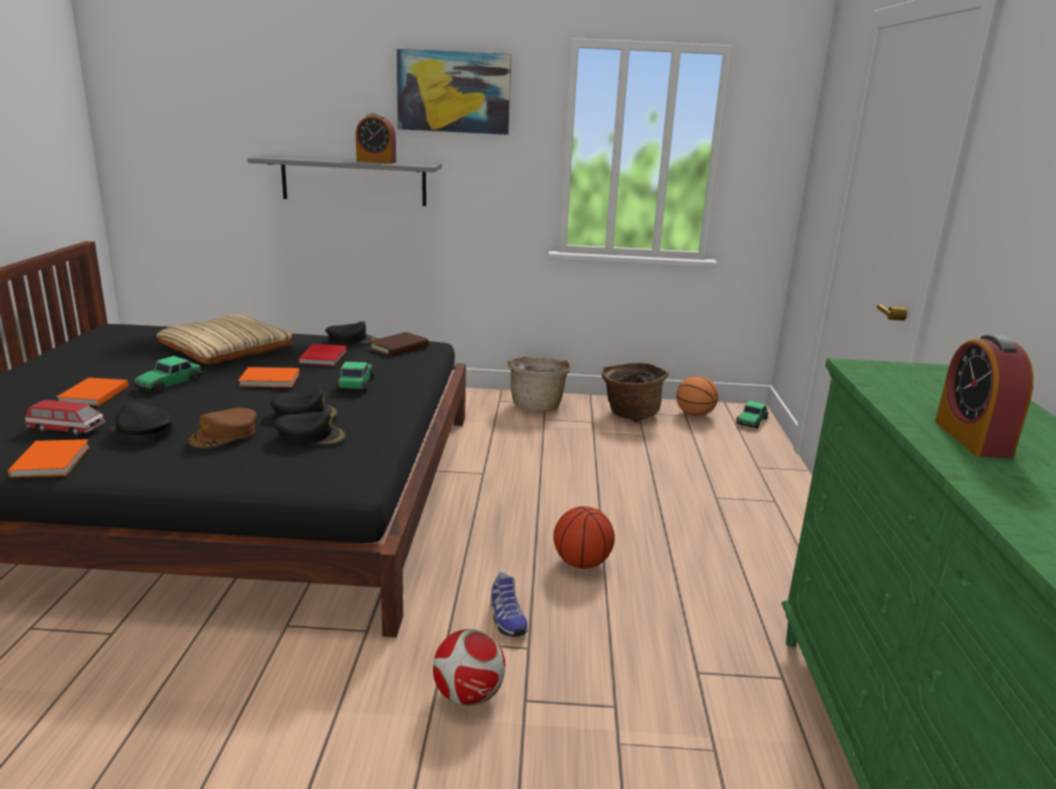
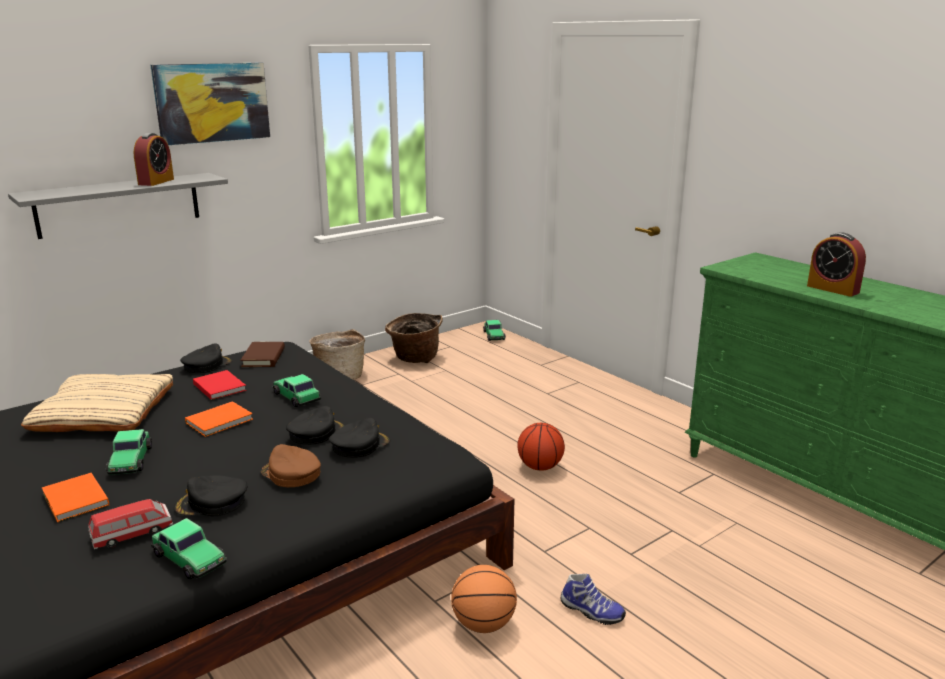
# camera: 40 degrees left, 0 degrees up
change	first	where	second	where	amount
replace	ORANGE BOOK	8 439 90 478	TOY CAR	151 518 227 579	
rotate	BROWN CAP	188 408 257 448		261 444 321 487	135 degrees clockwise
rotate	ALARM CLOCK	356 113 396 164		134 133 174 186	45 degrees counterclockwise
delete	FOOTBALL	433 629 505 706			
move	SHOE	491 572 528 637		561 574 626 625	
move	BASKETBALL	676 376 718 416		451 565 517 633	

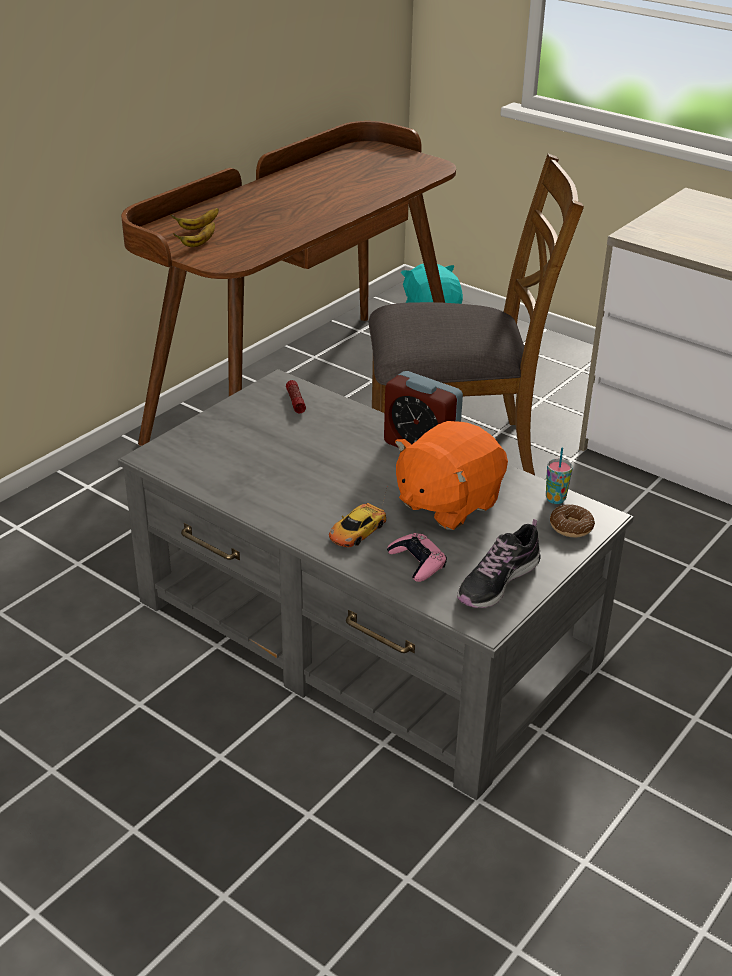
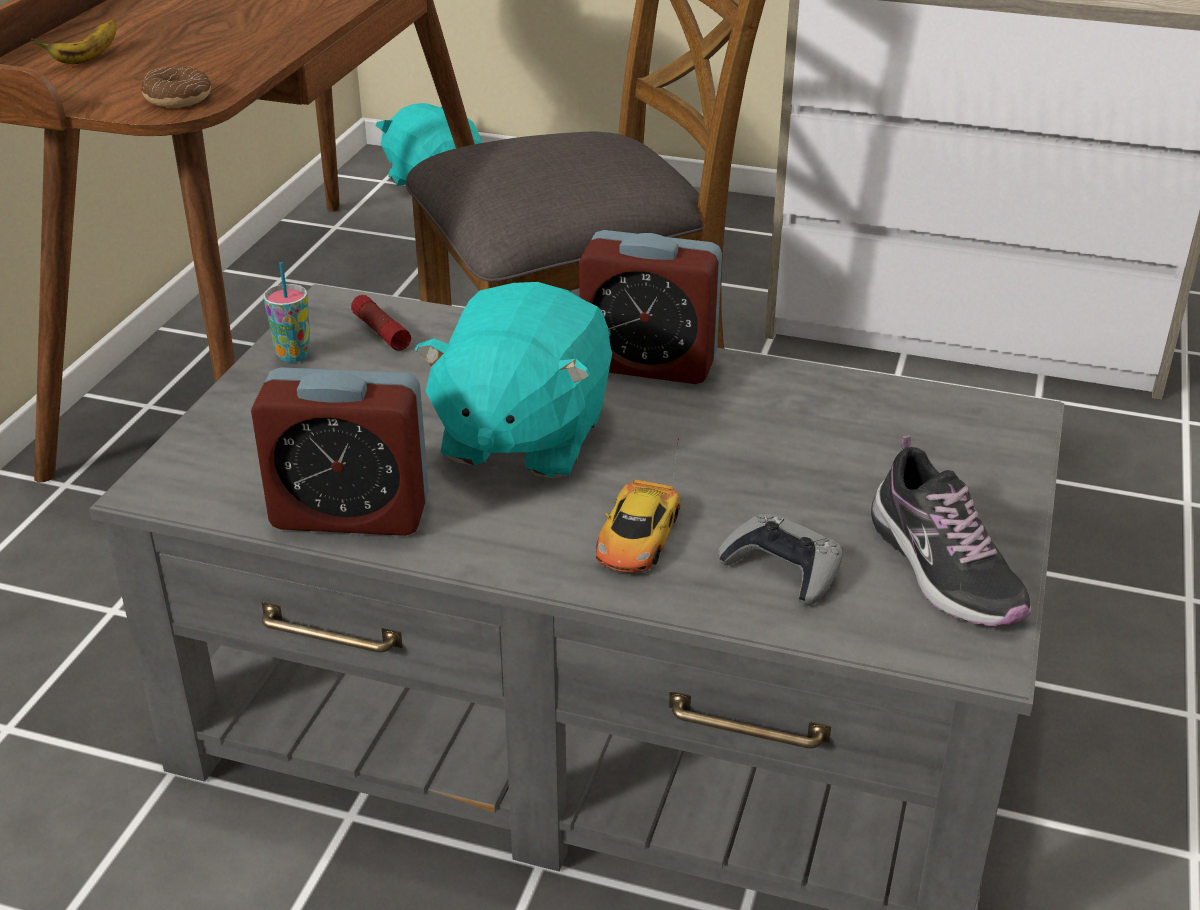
# camera: 20 degrees left, 0 degrees up
change	first	where	second	where	amount
delete	BANANA	173 222 215 247			
recolor	PINK GAME CONTROLLER	387 533 447 582	GREY GAME CONTROLLER	718 513 843 605	
delete	ORANGE PLUSH TOY	395 421 508 530			
rotate	SHOE	457 519 541 608		871 436 1031 626	45 degrees counterclockwise
move	CUP	546 448 573 504		264 262 311 362	
move	DONUT	550 504 595 537		141 66 212 107	
insert			ALARM CLOCK	251 367 429 536	
insert			TURQUOISE PLUSH TOY	415 282 612 478	

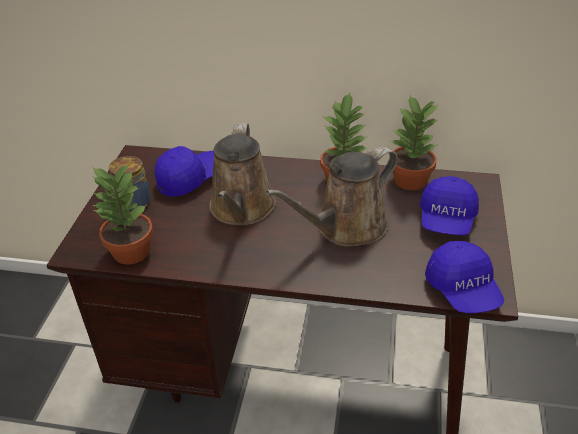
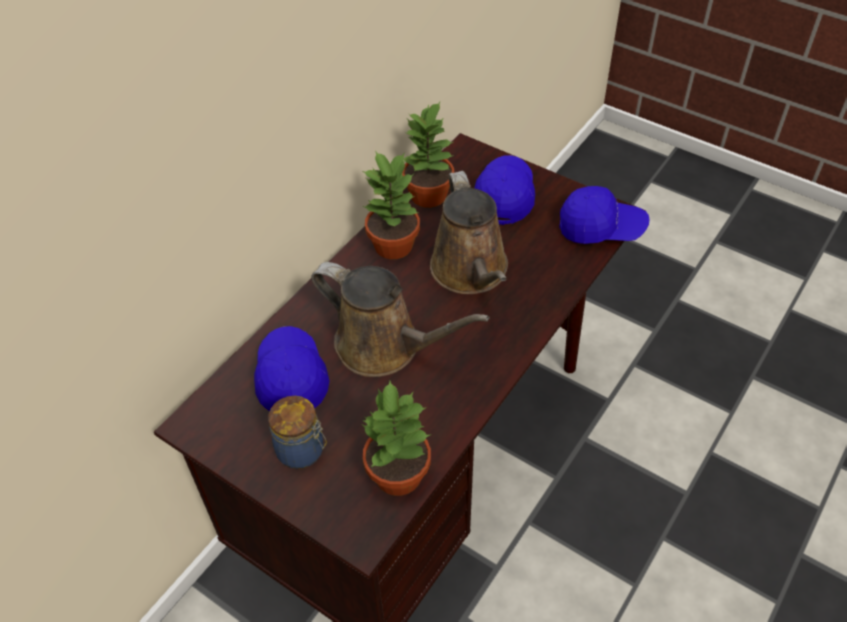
# camera: 65 degrees left, 10 degrees up
change	first	where	second	where	amount
rotate	BLUE CAP	420 176 479 235		474 155 535 225	120 degrees counterclockwise

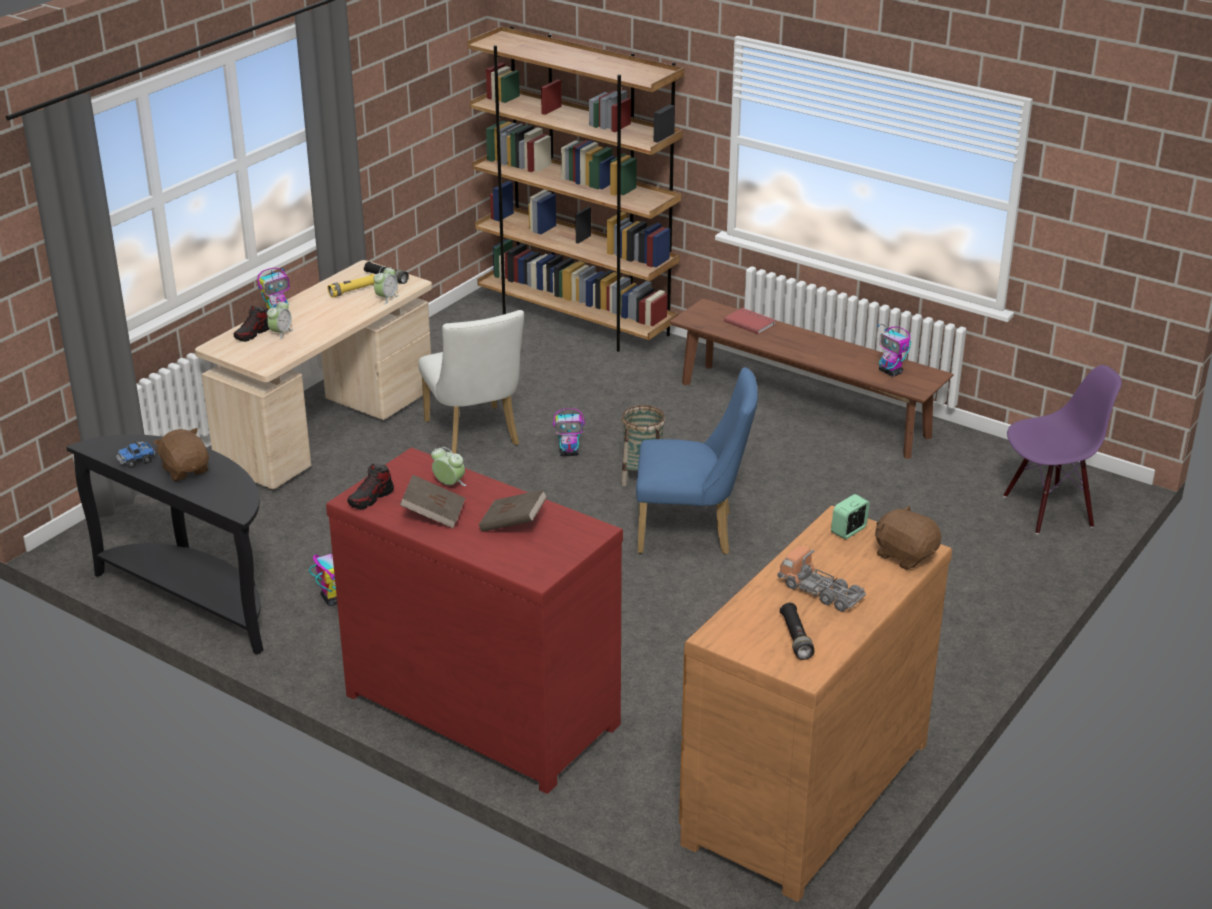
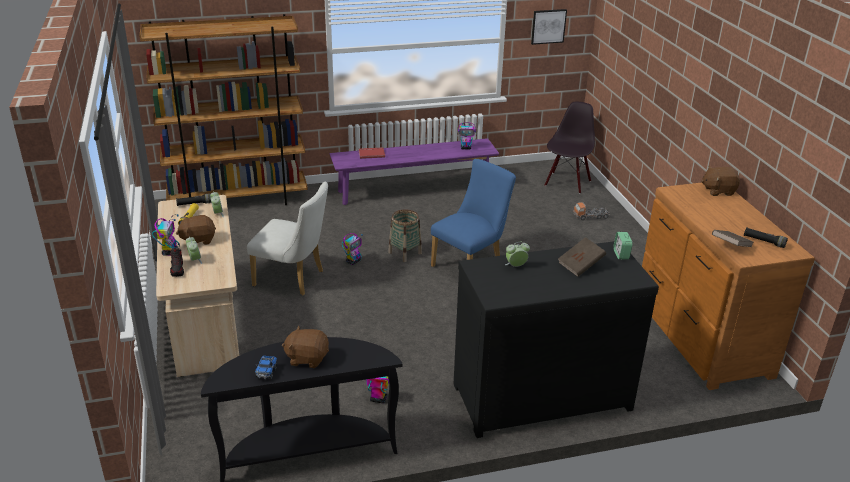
# camera: 50 degrees left, 0 degrees up
change	first	where	second	where	amount
recolor	RED DRESSER	326 447 623 794	BLACK DRESSER	454 241 659 438	
delete	SHOE	347 464 394 509			
move	BROWN BOOK	400 475 465 528		712 230 753 247	
recolor	BROWN BENCH	670 298 954 459	PURPLE BENCH	329 138 499 205	
move	TOY TRUCK	777 545 866 612		573 202 610 220	
move	ALARM CLOCK	831 494 870 539		613 232 633 259	
recolor	PURPLE CHAIR	1003 365 1122 534	BLACK CHAIR	545 102 595 194	
insert			BROWN PLUSH TOY	176 215 216 245	
insert			PICTURE	531 9 567 45	

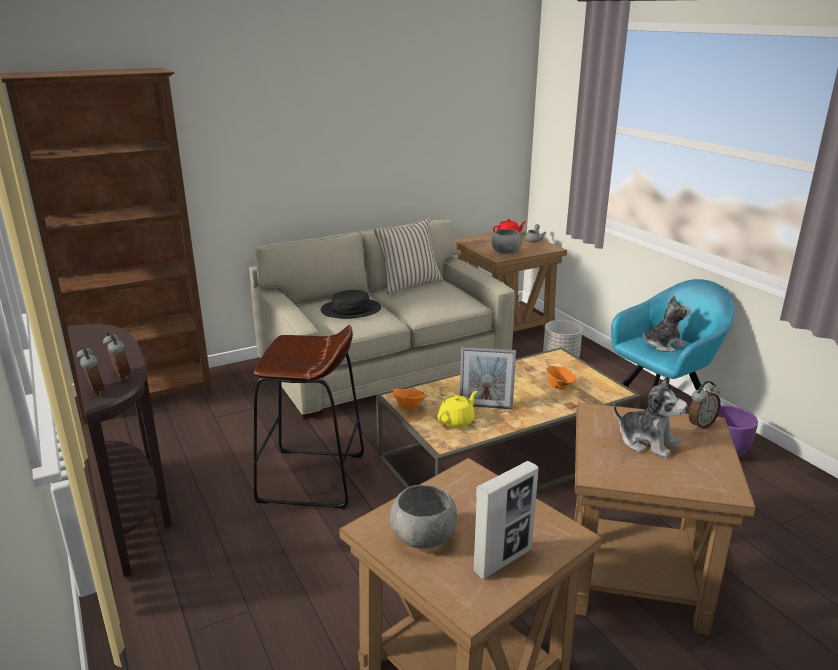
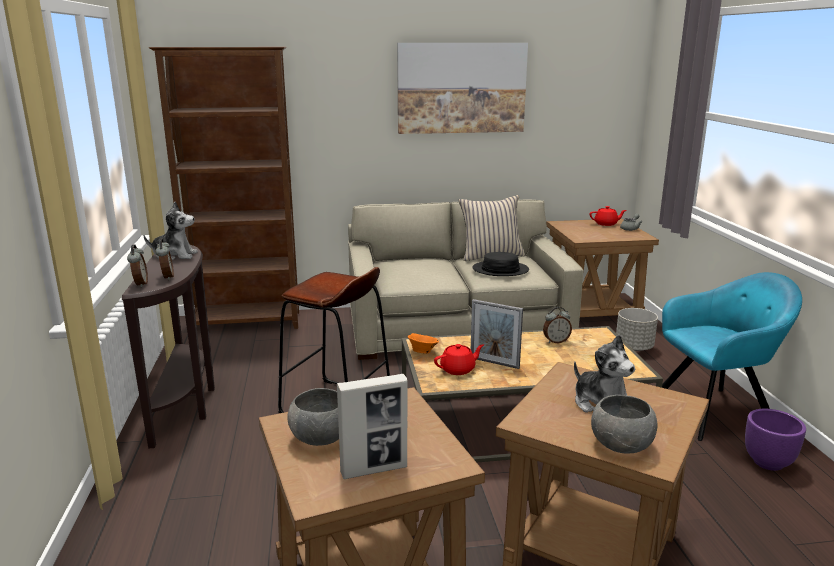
# camera: 20 degrees right, 5 degrees down
change	first	where	second	where	amount
move	BLACK HAT	321 290 381 319		472 252 529 276	
recolor	YELLOW TEAPOT	437 391 477 428	RED TEAPOT	434 344 484 375	
move	GREY BOWL	491 229 522 254		591 395 658 454	
delete	ORANGE BOWL	547 366 576 390			
move	PLUSH TOY	643 295 691 352		143 202 198 260	
move	ALARM CLOCK	689 381 721 429		543 307 572 343	
insert			PICTURE	397 43 528 134	

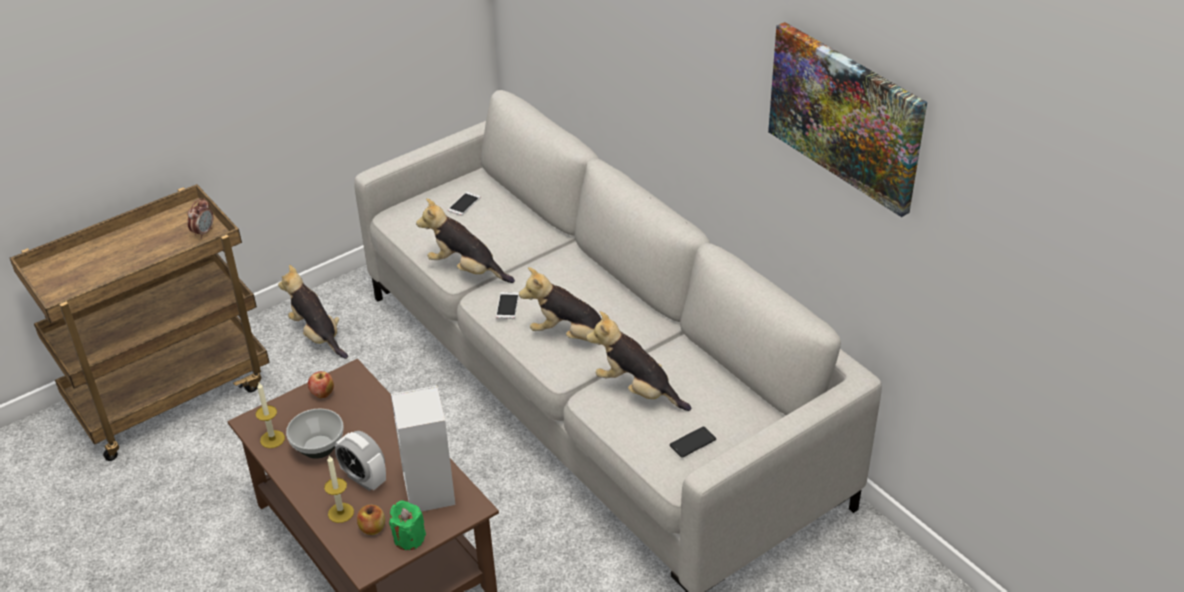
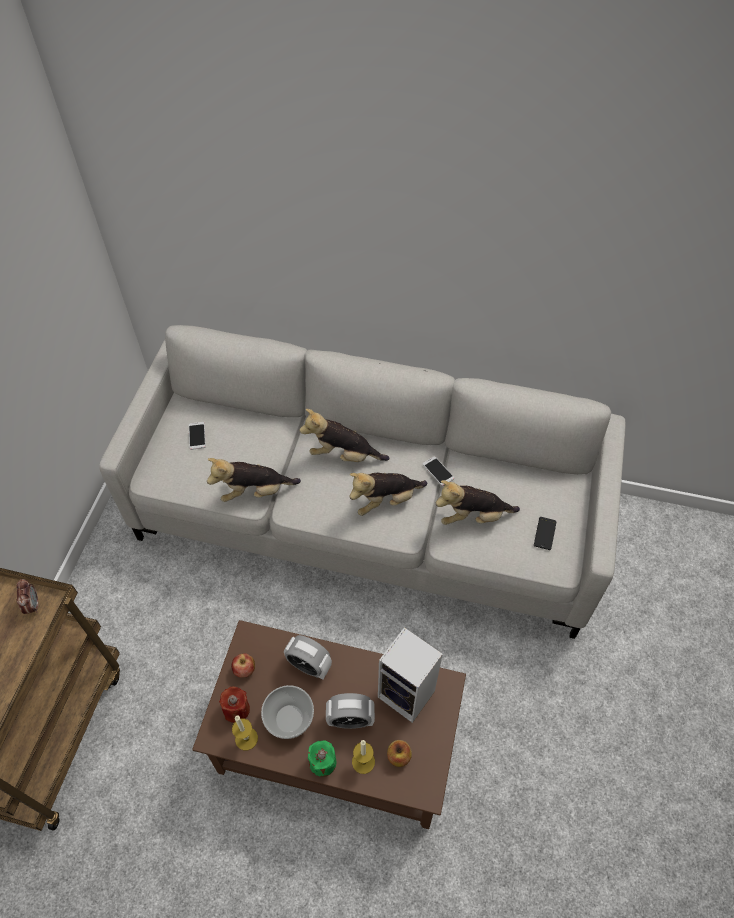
# camera: 40 degrees left, 15 degrees up
change	first	where	second	where	amount
move	PLUSH TOY	278 265 348 359		299 409 389 462	
move	GREEN CANDLE	389 500 426 550		307 741 336 777	
move	PHONE	496 292 519 319		423 456 454 486	
delete	PICTURE	768 22 927 217			
insert			RED CANDLE	219 686 250 723	
insert			ALARM CLOCK	284 635 332 679	

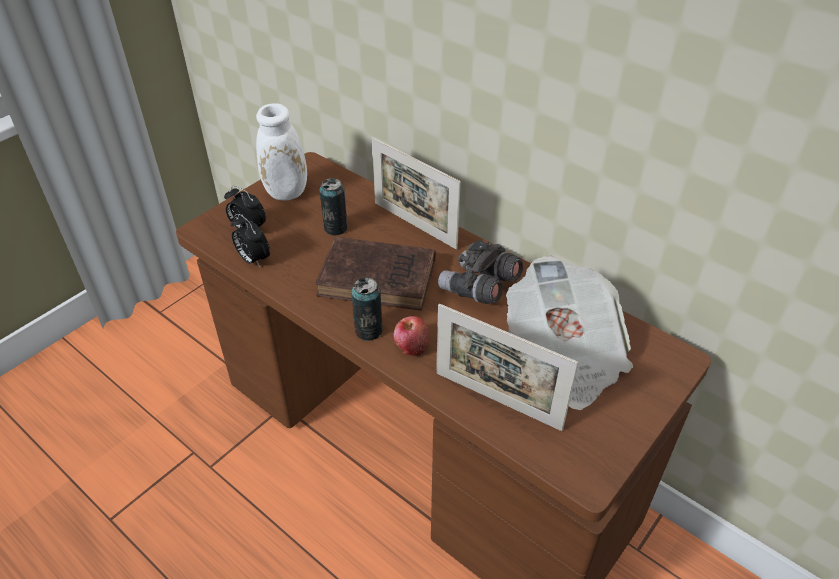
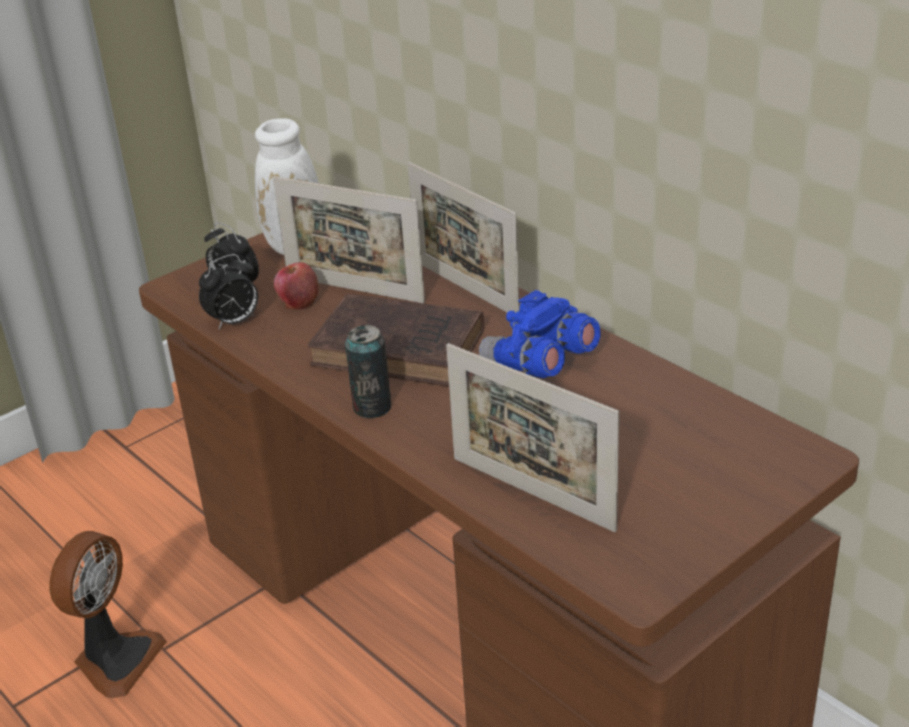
# camera: 10 degrees right, 10 degrees down
change	first	where	second	where	amount
rotate	ALARM CLOCK	231 214 270 267		199 254 258 330	90 degrees counterclockwise
replace	CAN	319 178 348 236	PICTURE FRAME	273 176 425 304	
move	APPLE	394 316 430 356		274 262 318 310	
recolor	GREY BINOCULARS	438 239 523 304	BLUE BINOCULARS	479 290 601 378	
delete	NEWSPAPER	506 256 633 410			
insert			FAN	49 531 167 698	

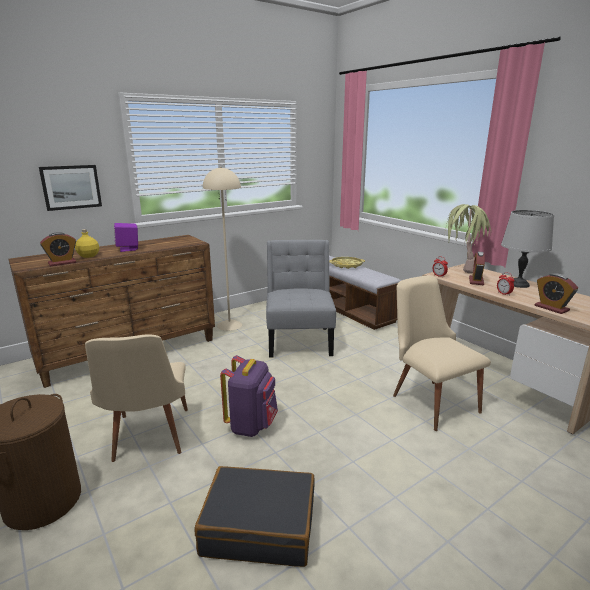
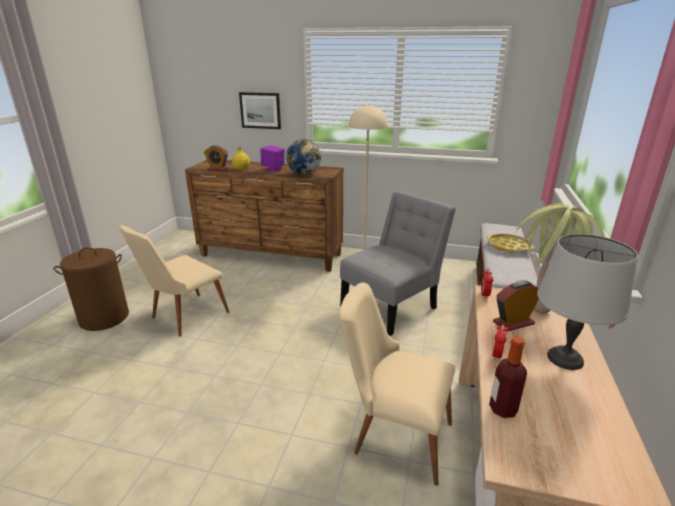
# camera: 50 degrees right, 5 degrees up
change	first	where	second	where	amount
delete	BLACK SUITCASE	194 466 315 567			
delete	PURPLE BACKPACK	220 355 278 437			
rotate	BEIGE CHAIR	393 275 491 431		339 282 455 486	90 degrees counterclockwise
replace	ALARM CLOCK	535 273 578 314	BOTTLE	489 336 527 418	
insert			GLOBE	286 139 321 175	

